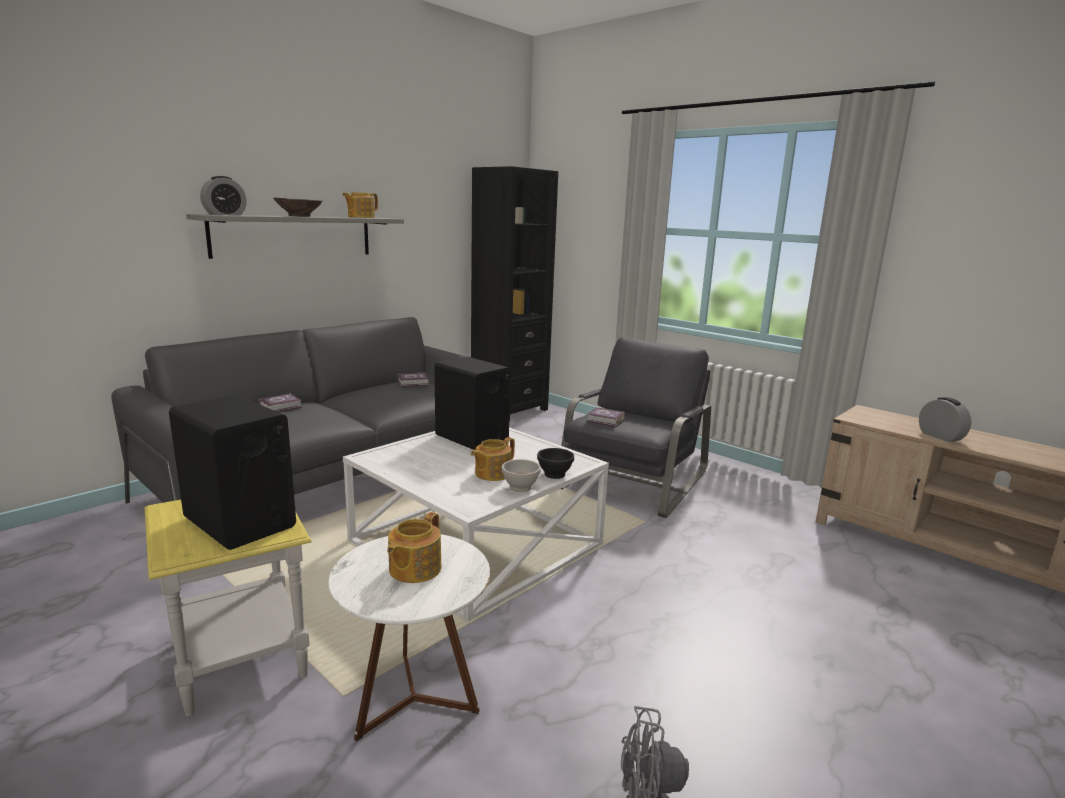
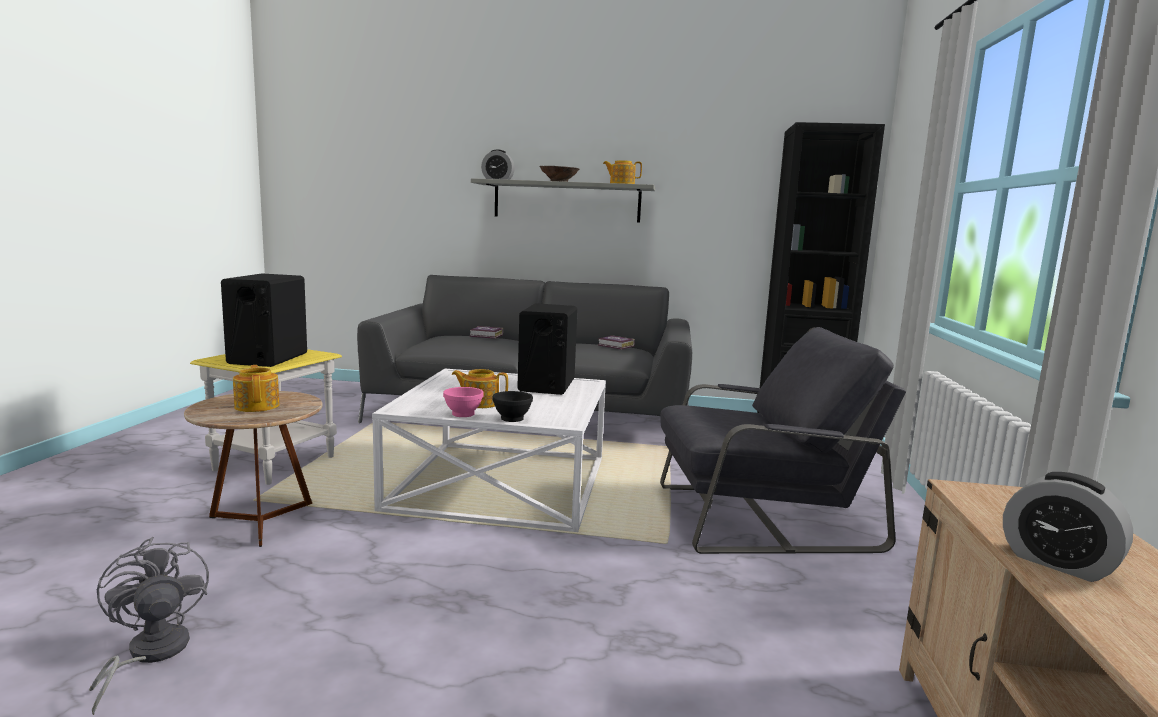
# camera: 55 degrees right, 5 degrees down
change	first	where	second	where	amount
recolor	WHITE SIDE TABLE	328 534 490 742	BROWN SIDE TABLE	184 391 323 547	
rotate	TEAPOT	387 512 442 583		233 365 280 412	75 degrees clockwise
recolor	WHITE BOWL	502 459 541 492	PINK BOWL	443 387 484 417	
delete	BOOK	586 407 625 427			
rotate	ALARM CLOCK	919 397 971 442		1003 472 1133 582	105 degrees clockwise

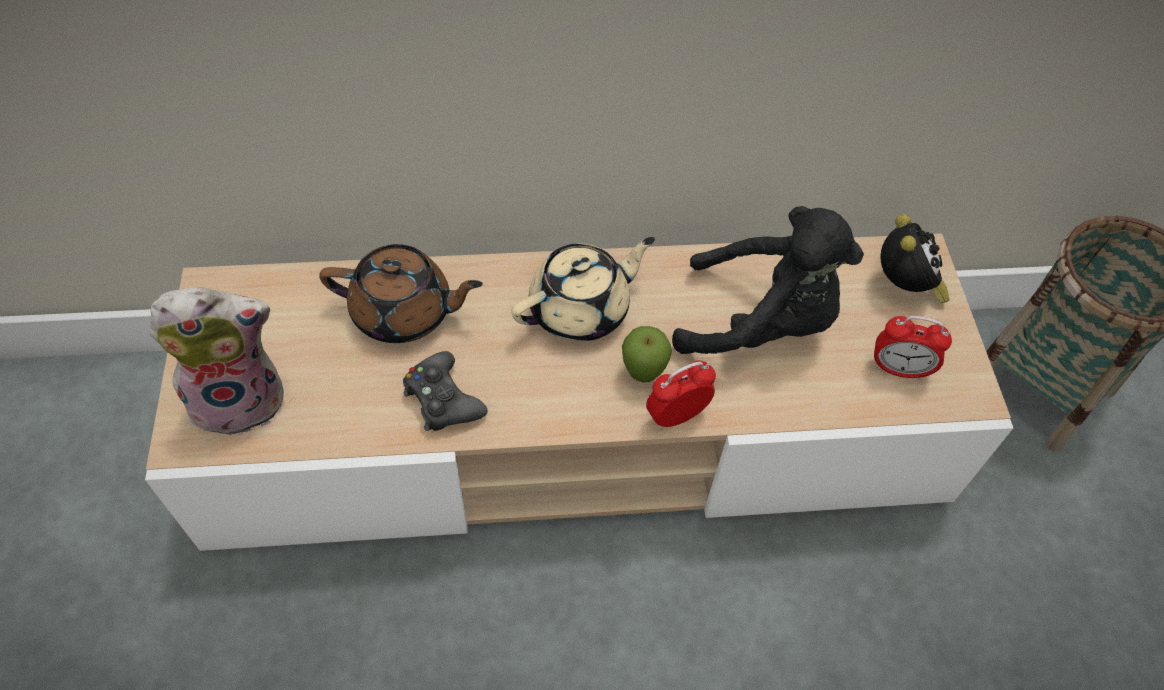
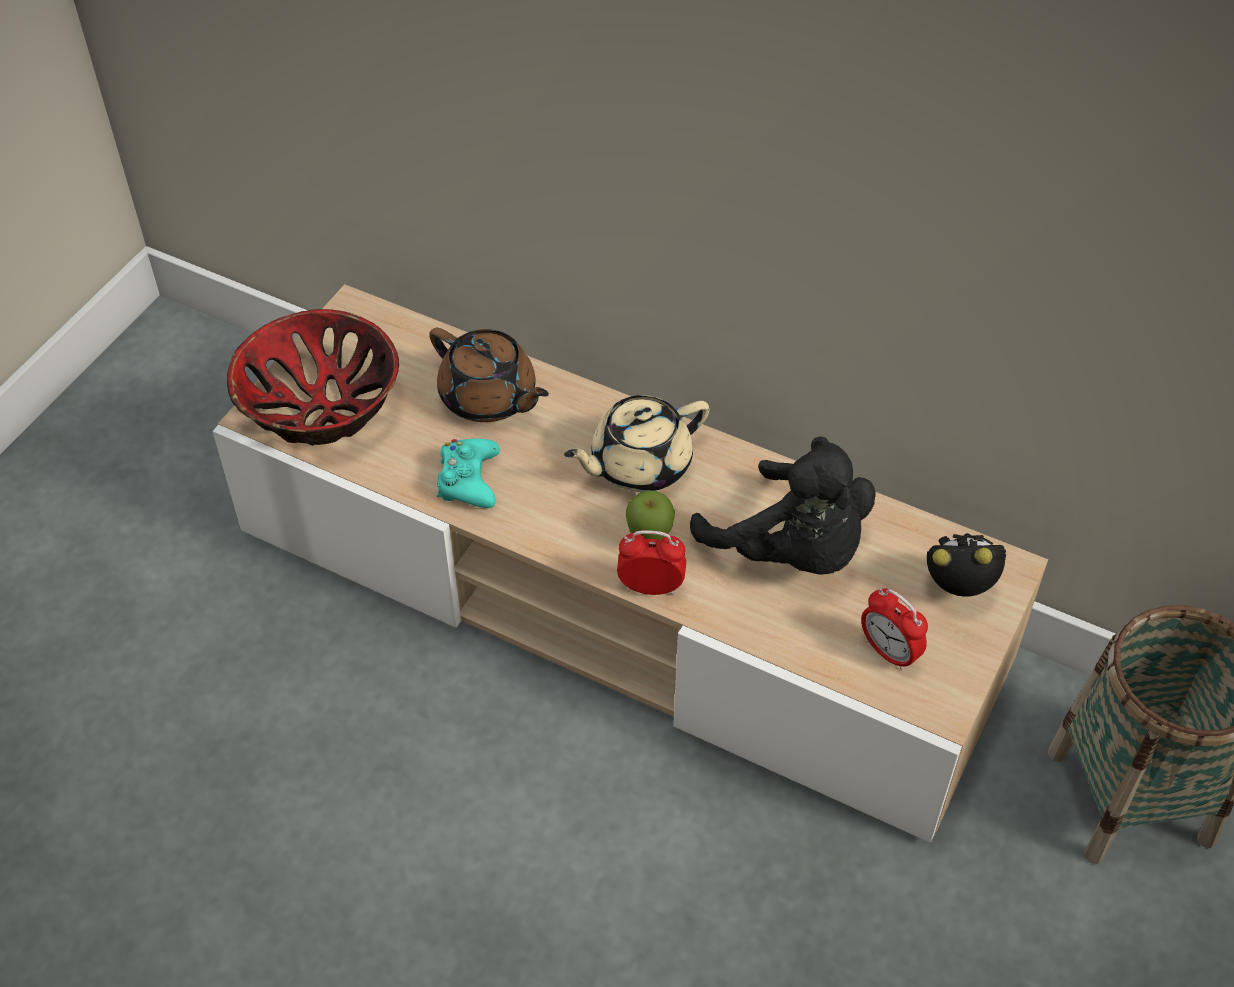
# camera: 35 degrees right, 5 degrees down
change	first	where	second	where	amount
replace	PLUSH TOY	150 287 284 439	BOWL	227 309 399 446	
recolor	BLACK GAME CONTROLLER	403 351 488 431	TURQUOISE GAME CONTROLLER	437 438 500 508	
rotate	BEIGE TEAPOT	511 237 655 342		564 395 710 492	150 degrees clockwise
rotate	ALARM CLOCK	881 214 950 304		927 533 1006 597	120 degrees counterclockwise

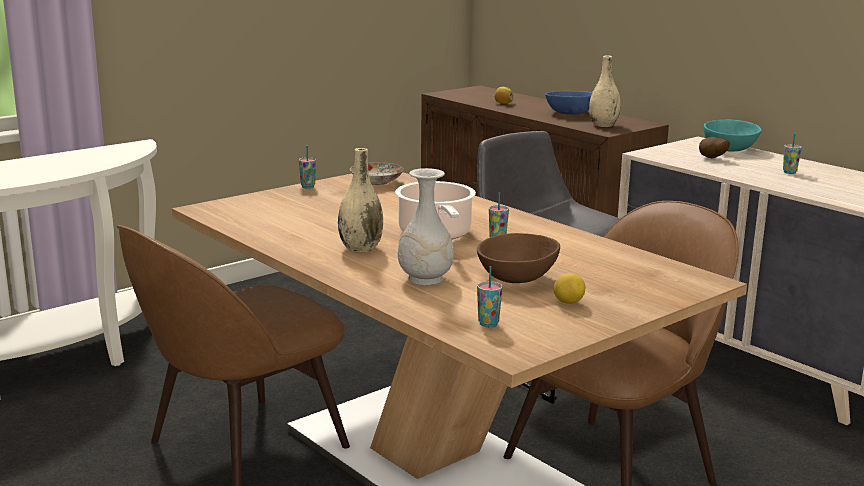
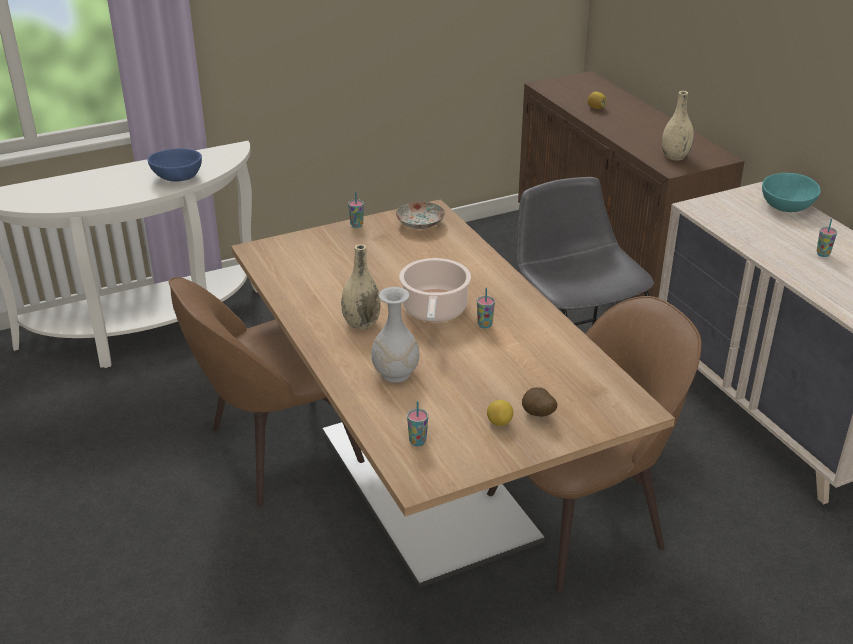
# camera: 15 degrees right, 15 degrees up
change	first	where	second	where	amount
delete	BROWN BOWL	477 233 560 283			
move	BLUE BOWL	545 91 592 114		147 148 202 181	
move	POTATO	699 137 730 158		522 387 557 417	

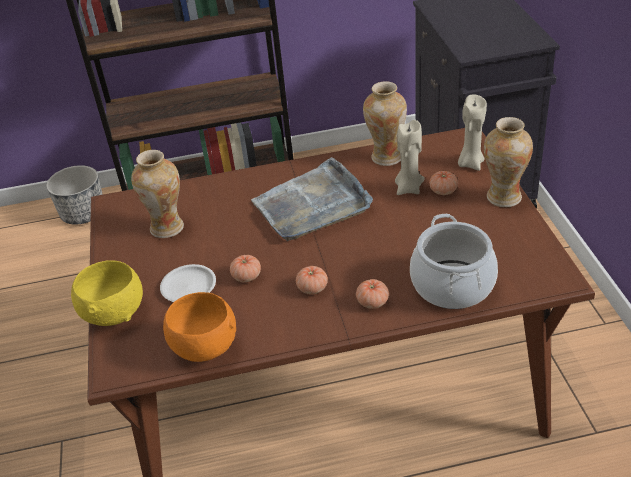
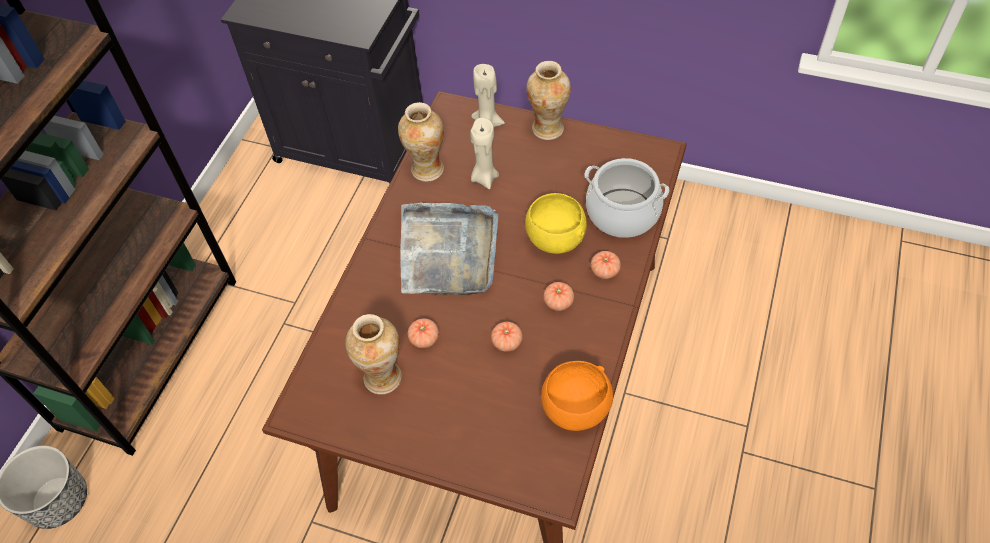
# camera: 60 degrees left, 15 degrees up
change	first	where	second	where	amount
move	YELLOW BOWL	71 260 143 326		525 193 587 254	
delete	WHITE PLATE	160 264 216 302			
move	TOMATO	429 171 458 195		408 318 439 348	

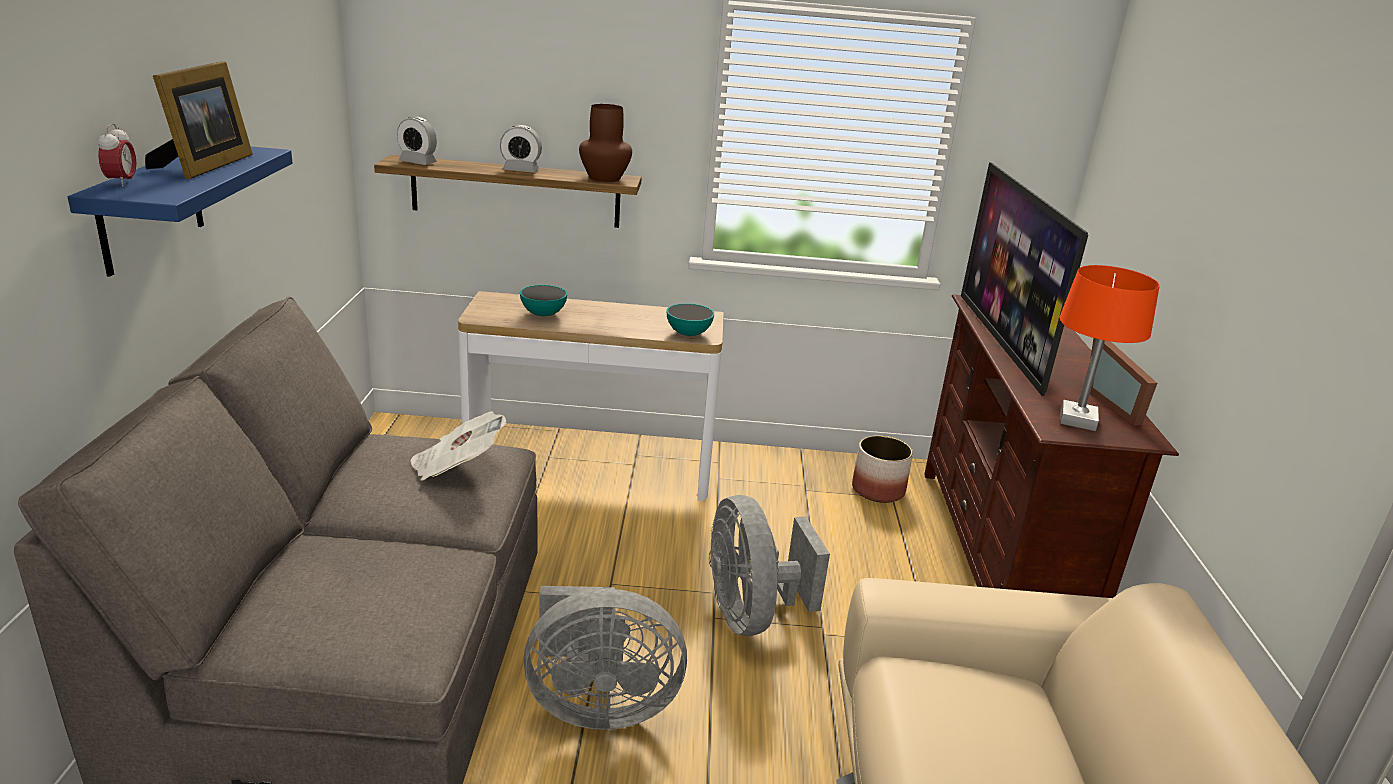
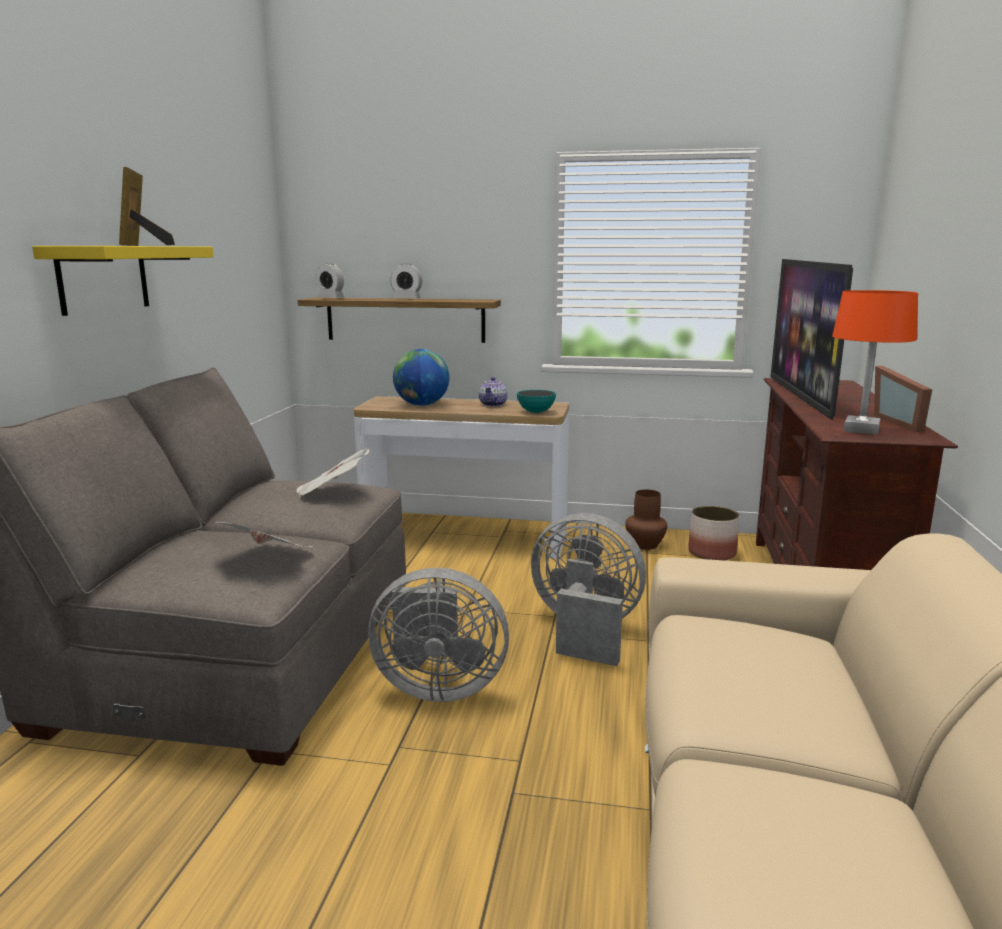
# camera: 10 degrees right, 10 degrees down
change	first	where	second	where	amount
recolor	BLUE SHELF	68 147 293 277	YELLOW SHELF	32 246 214 316	
delete	ALARM CLOCK	98 123 136 187			
rotate	PICTURE FRAME	145 61 253 179		119 167 175 246	150 degrees clockwise
replace	BOWL	520 285 567 316	GLOBE	393 349 449 406	
move	BROWN VASE	579 104 632 182		625 490 668 550	
rotate	GREY FAN	709 495 830 636		531 513 646 666	120 degrees clockwise
insert			NEWSPAPER	215 522 313 547	
insert			TEAPOT	479 377 508 407	

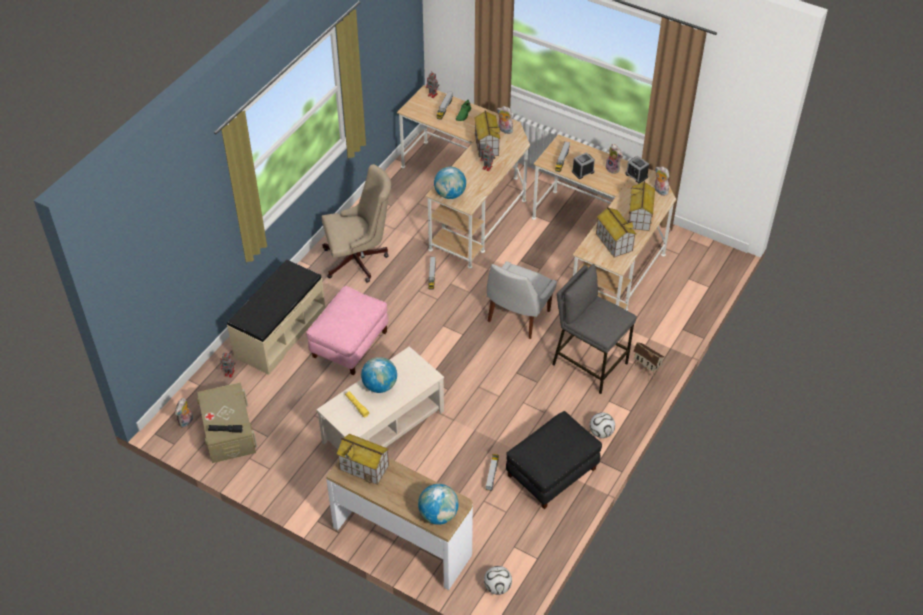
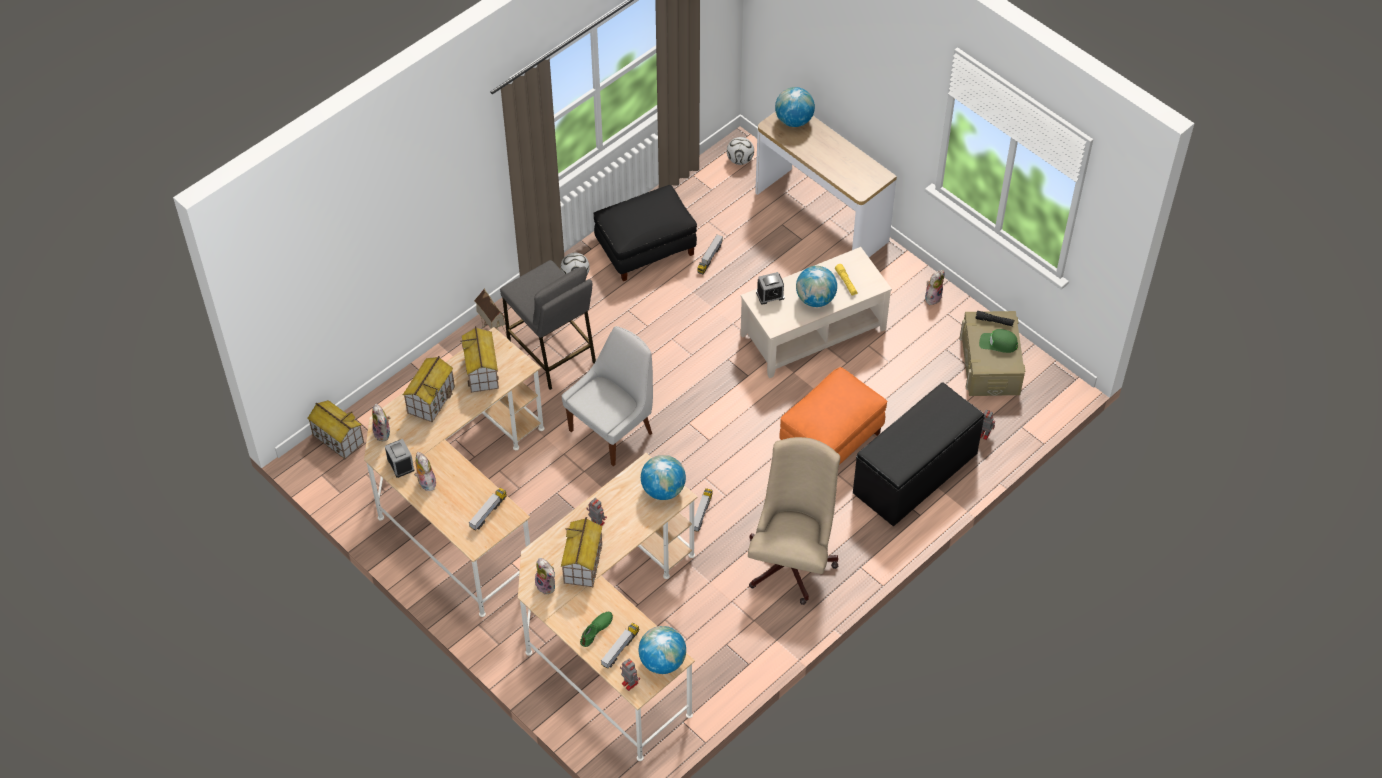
# camera: 165 degrees left, 5 degrees up
change	first	where	second	where	amount
move	PLUSH TOY	175 398 193 428		925 270 944 305	
recolor	BEIGE BENCH	227 260 325 375	BLACK BENCH	853 382 985 527	
recolor	PINK OTTOMAN	306 286 388 375	ORANGE OTTOMAN	779 367 887 465	
rotate	BEIGE OFFICE CHAIR	322 164 391 283		748 437 840 605	105 degrees clockwise
move	TOY HOUSE	337 434 389 485		307 400 364 459	
move	ALARM CLOCK	572 152 595 179		756 272 785 305	
insert			GLOBE	639 626 686 674	
insert			GREEN CAP	979 329 1018 353	

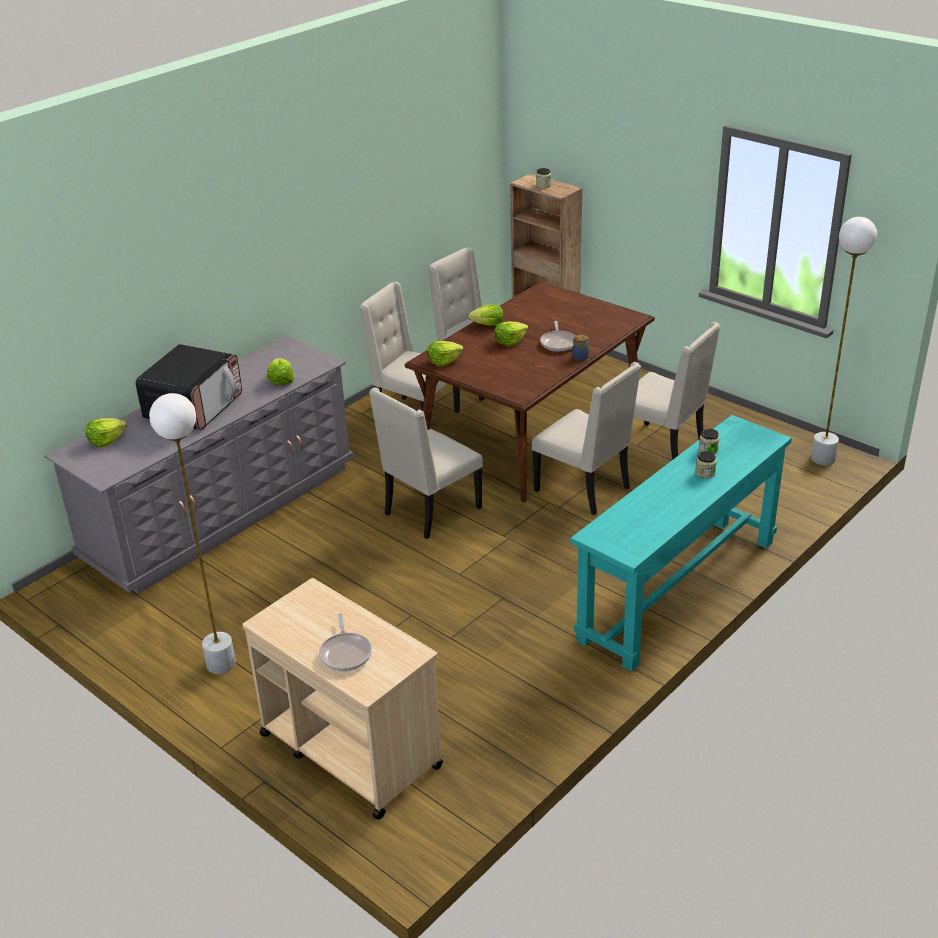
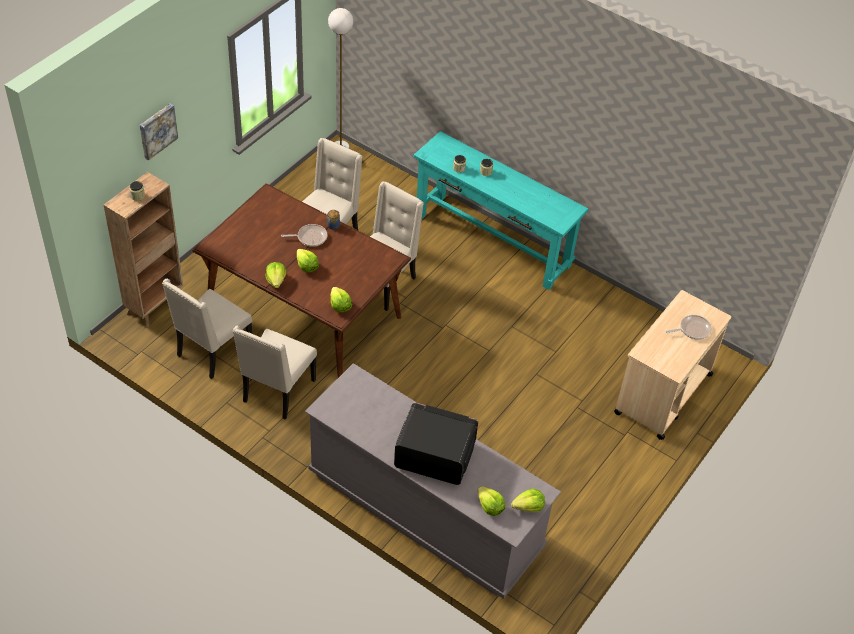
# camera: 100 degrees left, 15 degrees up
change	first	where	second	where	amount
delete	WHITE FLOOR LAMP	149 393 236 674			
move	LETTUCE	267 358 294 385		511 489 545 512	
delete	BEIGE CHAIR	369 387 483 539			
insert			PICTURE	140 103 178 160	

